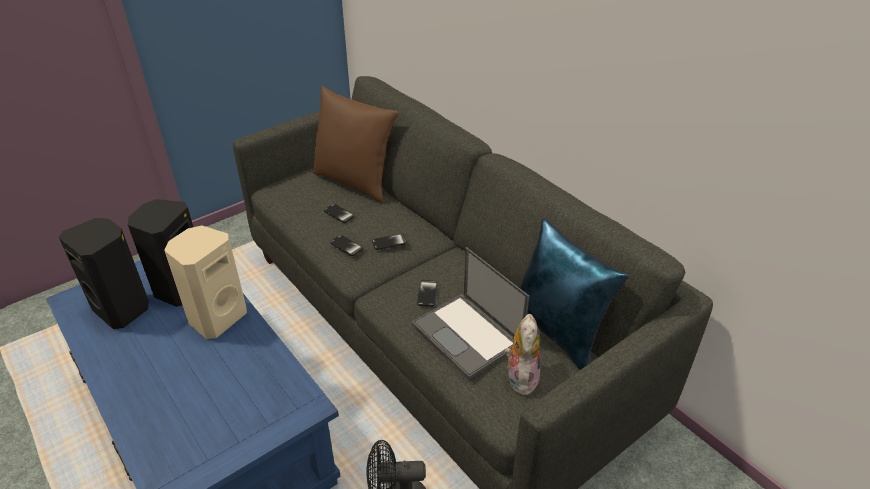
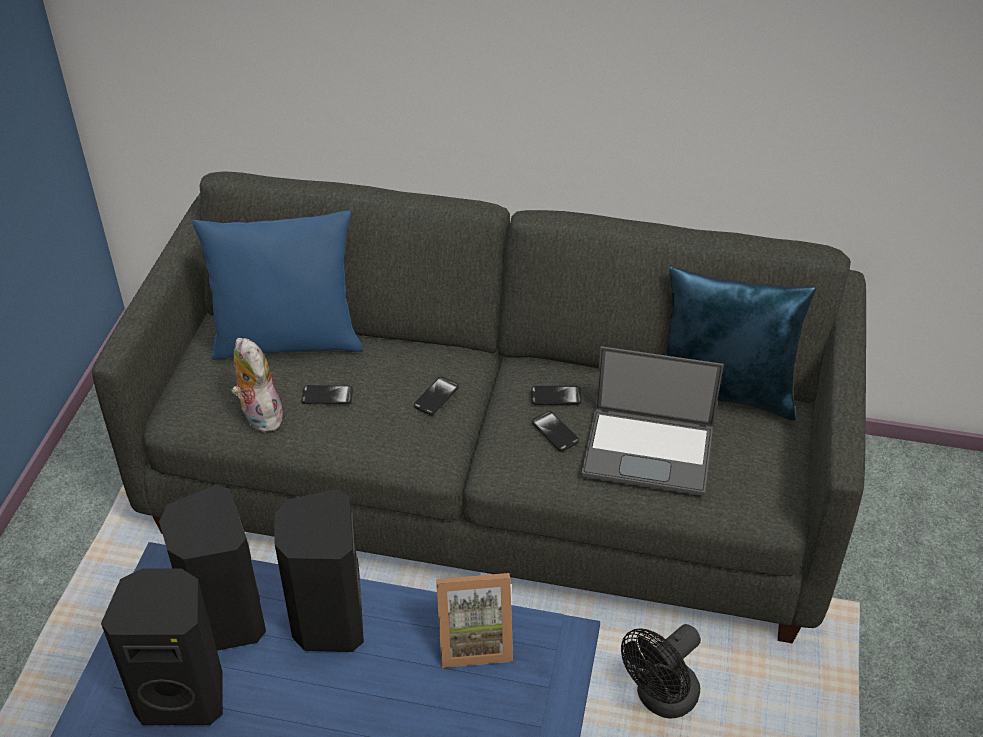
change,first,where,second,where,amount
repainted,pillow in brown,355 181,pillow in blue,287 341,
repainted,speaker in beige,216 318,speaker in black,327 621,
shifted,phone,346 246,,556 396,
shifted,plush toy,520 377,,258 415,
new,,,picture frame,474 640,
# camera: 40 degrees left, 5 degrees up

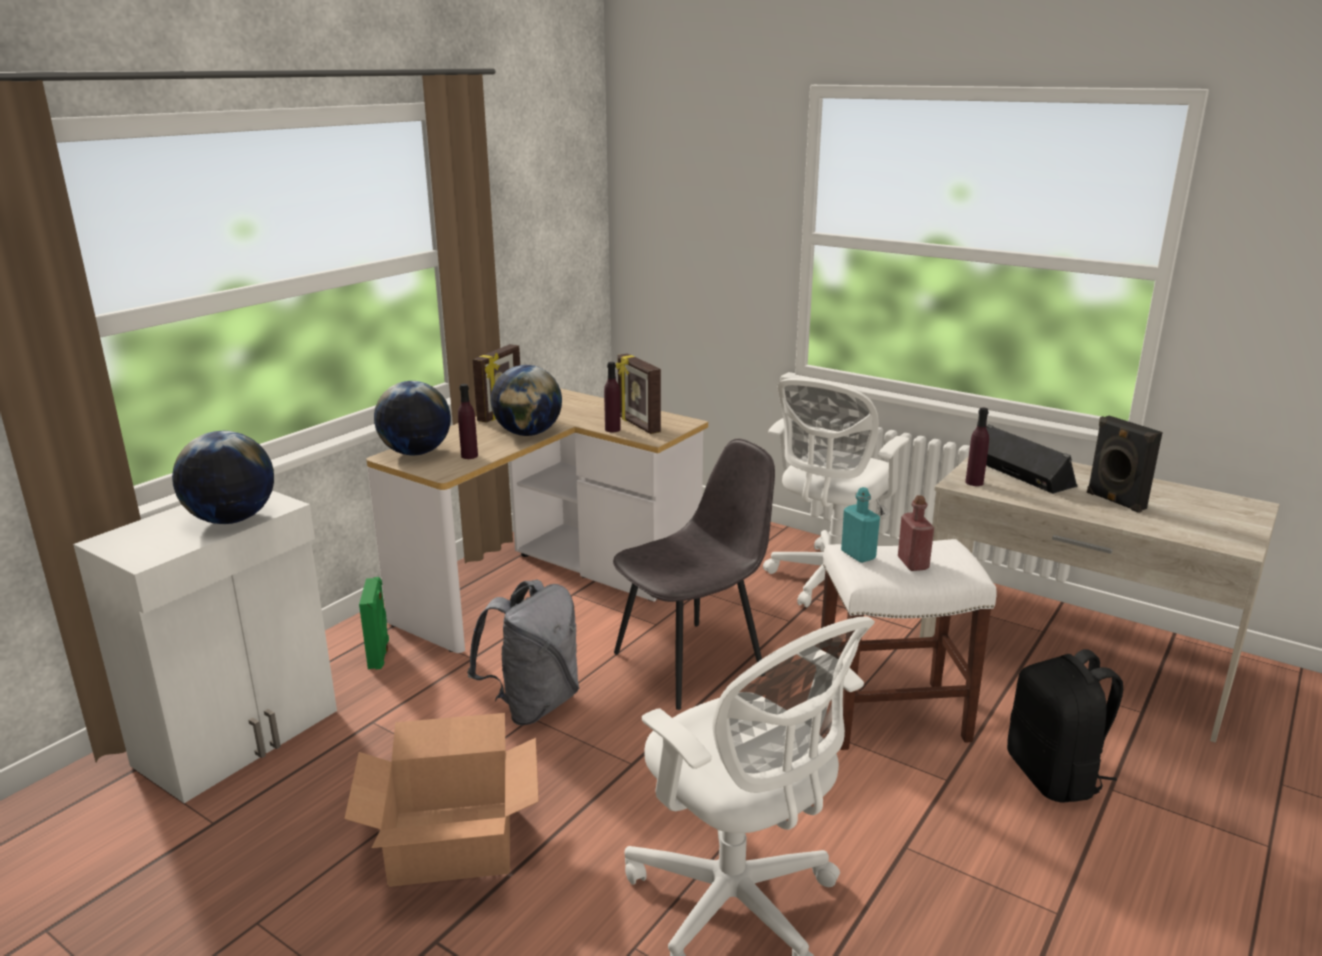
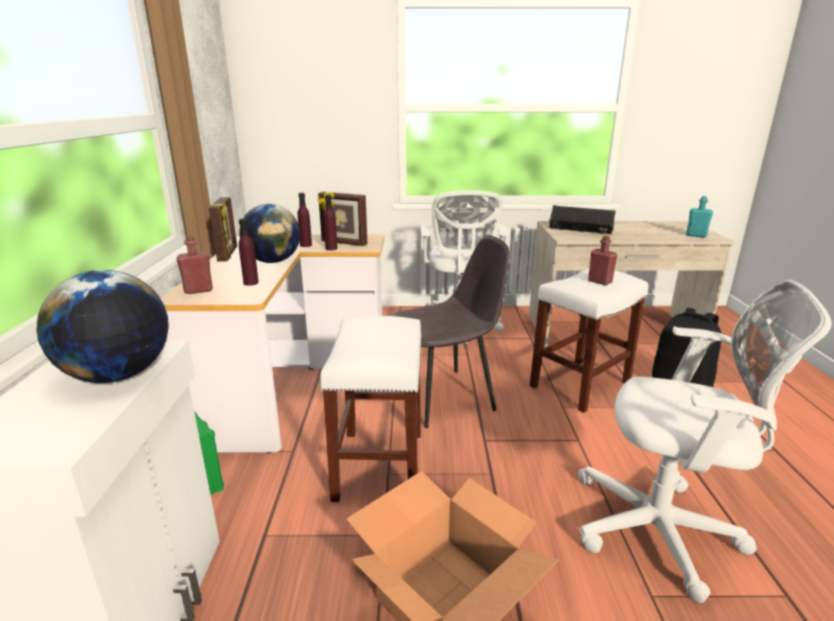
change,first,where,second,where,amount
swapped,globe,416 453,bottle in red,198 290,
shifted,bottle in purple,974 482,,306 245,
gone,speaker in black,1114 501,,,
rotated,chair in grey,692 663,,445 396,45 degrees clockwise
shifted,bottle in turquoise,858 555,,696 235,
swapped,backpack in grey,533 704,stool in white,378 464,
# camera: 35 degrees left, 0 degrees up

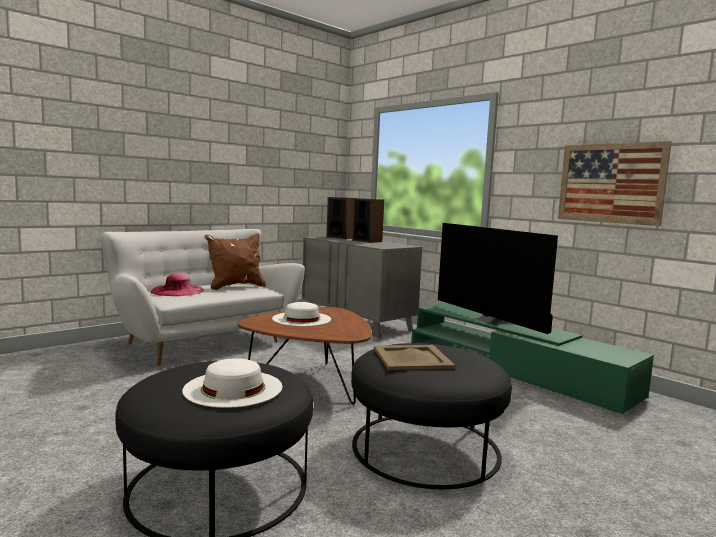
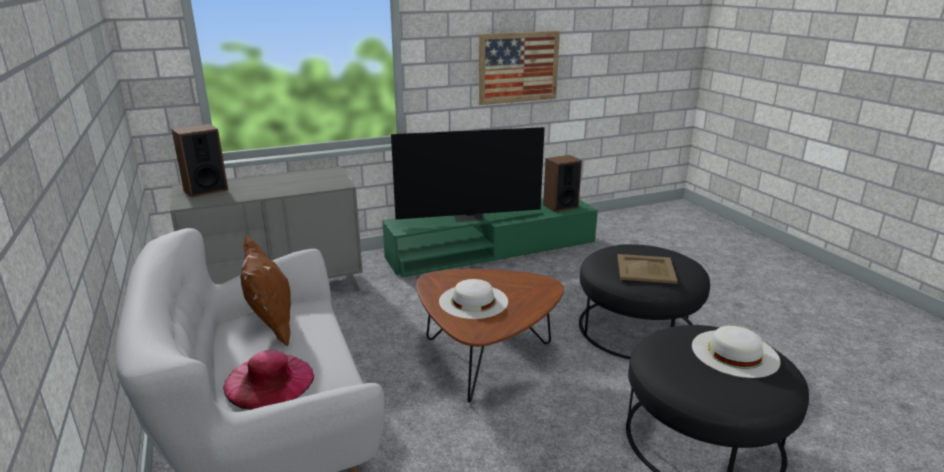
change,first,where,second,where,amount
shifted,speaker,367 241,,560 206,
# camera: 70 degrees left, 15 degrees up

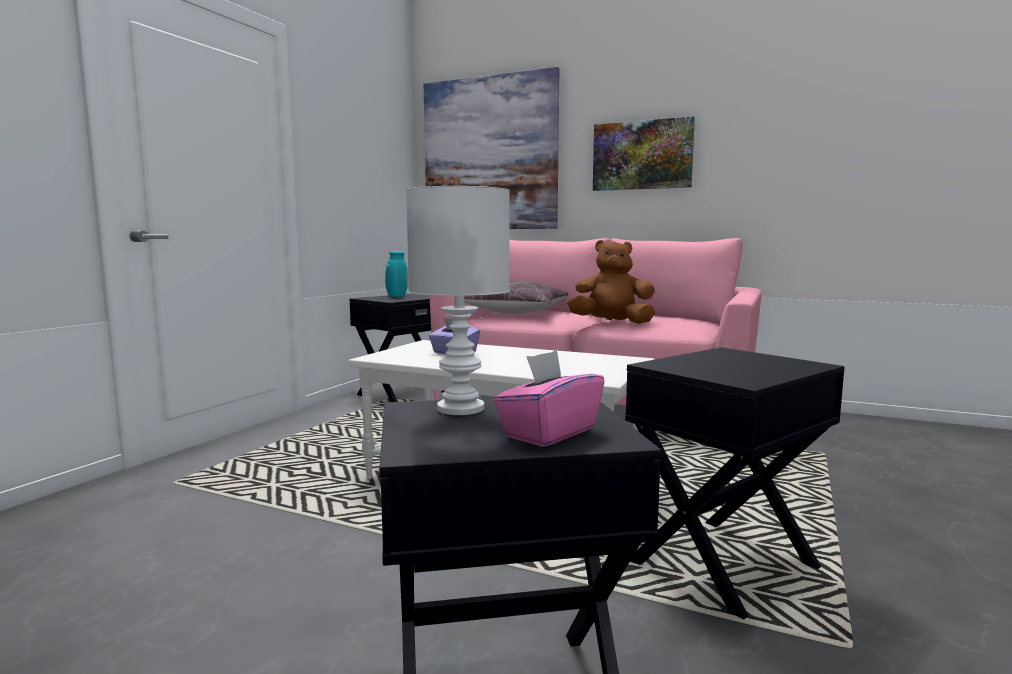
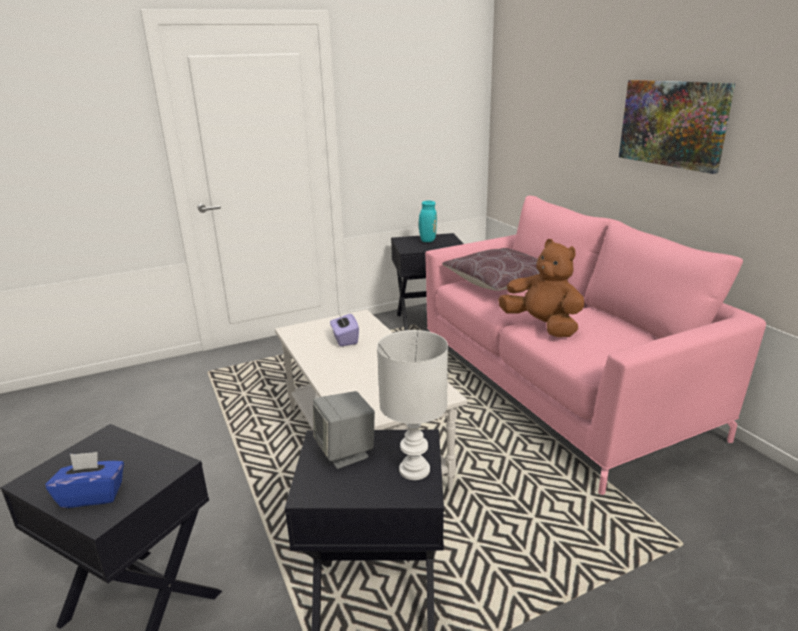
change,first,where,second,where,amount
gone,picture,489 154,,,
shifted,table lamp in white,460 409,,413 471,
repainted,tissue box in pink,549 433,tissue box in blue,92 495,
new,,,speaker in grey,346 452,
# camera: 40 degrees right, 15 degrees up

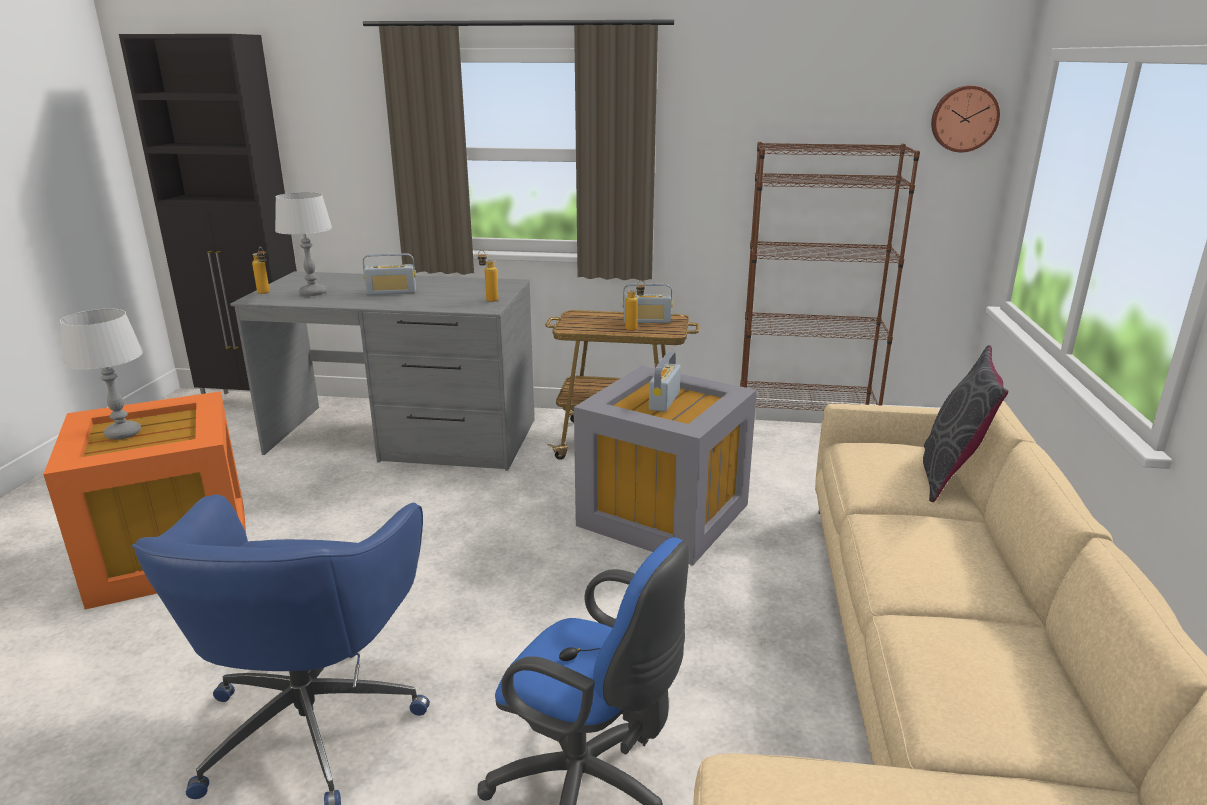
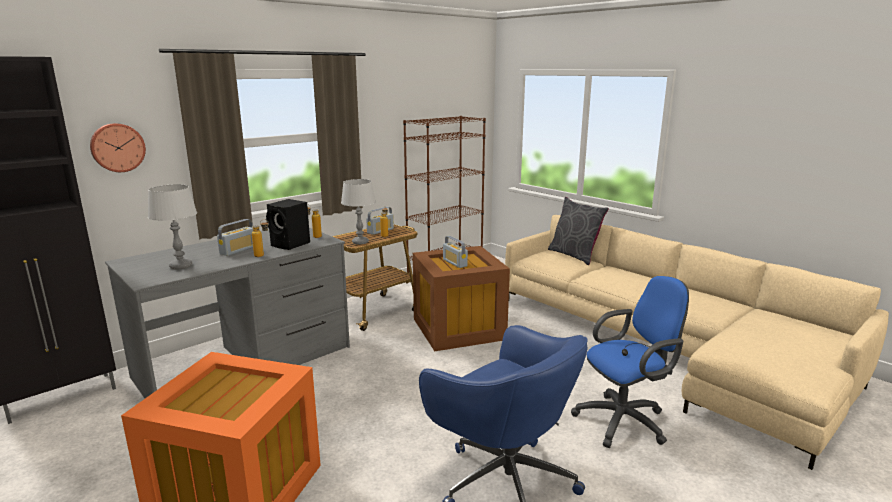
change,first,where,second,where,amount
shifted,wall clock,964 119,,117 147,
shifted,bottle,265 293,,263 255,
shifted,table lamp in grey,123 434,,360 242,
repainted,storage box in grey,666 514,storage box in brown,459 328,
new,,,speaker in black,291 244,
# camera: 50 degrees left, 5 degrees down

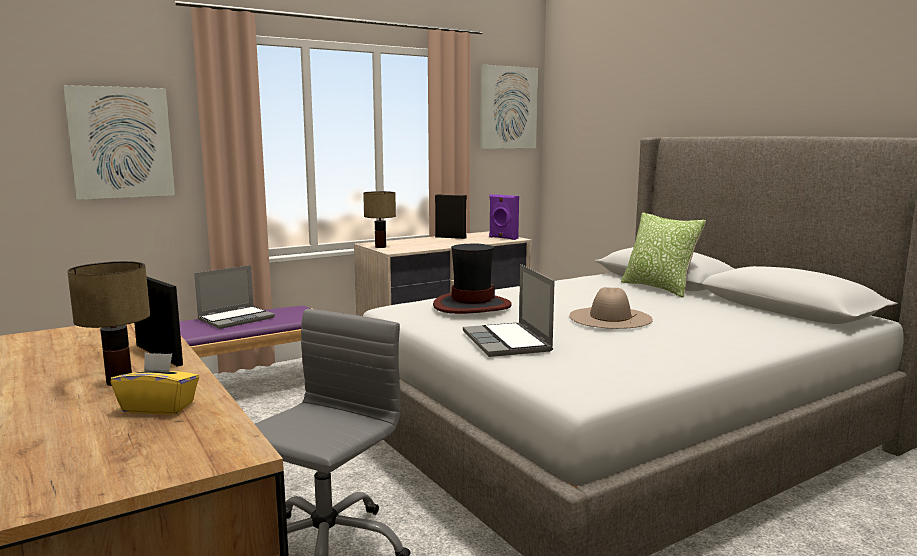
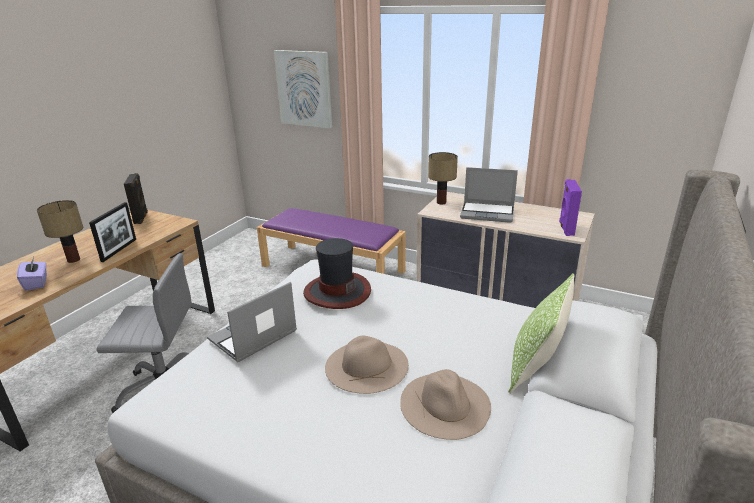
change,first,where,second,where,amount
gone,picture,508 108,,,
shifted,speaker in black,451 237,,141 218,
shifted,laptop,236 318,,488 213,
repainted,tissue box in yellow,159 407,tissue box in purple,37 283,
new,,,hat in beige,445 404,
# camera: 60 degrees right, 15 degrees up

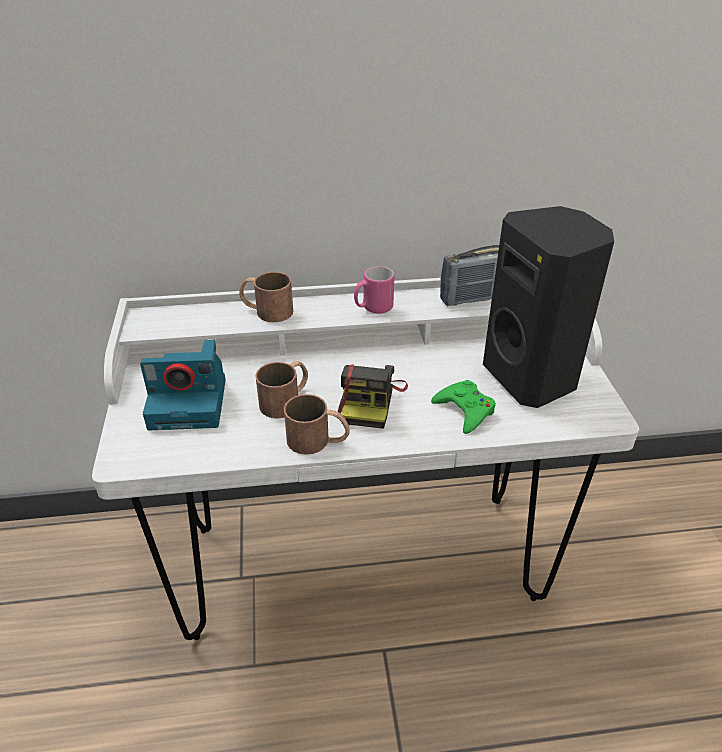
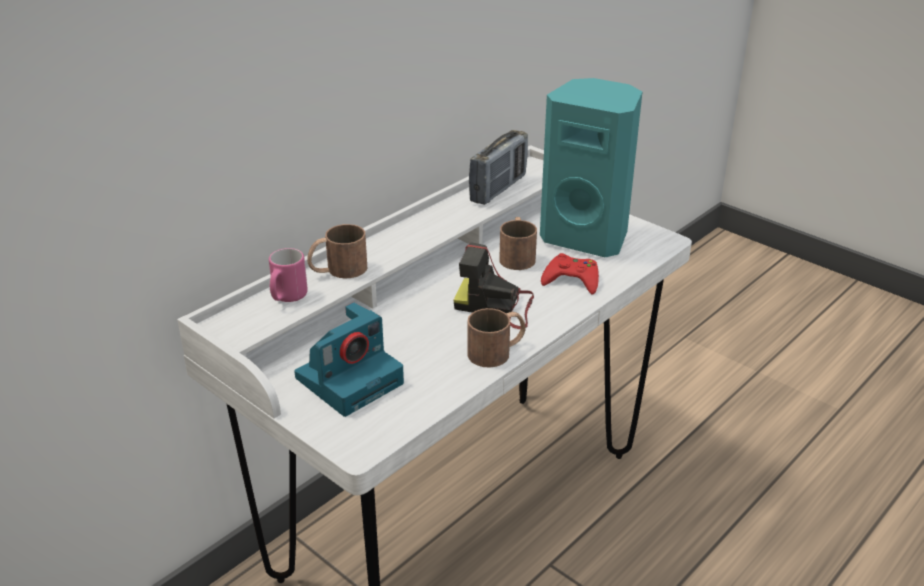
change,first,where,second,where,amount
repainted,speaker in black,532 378,speaker in turquoise,587 237,
shifted,mug in pink,373 308,,287 298,
shifted,mug in brown,286 400,,517 255,
rotated,photo camera,370 401,,497 306,135 degrees clockwise
repainted,game controller in green,465 410,game controller in red,572 280,
# camera: 40 degrees left, 5 degrees down

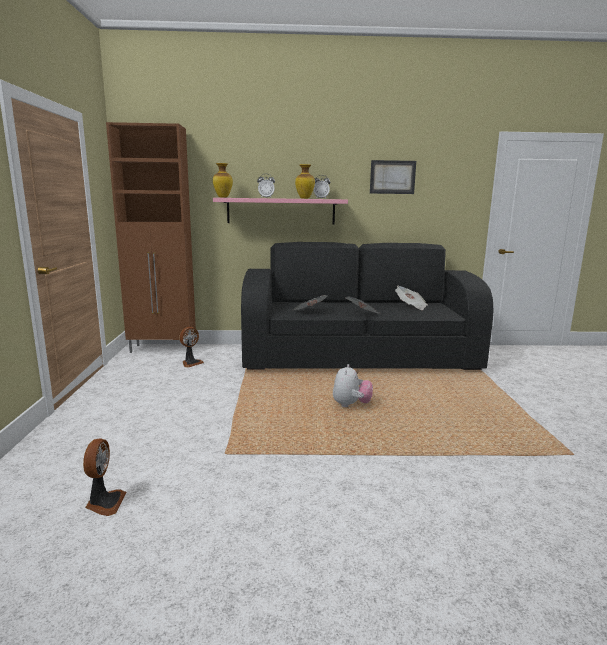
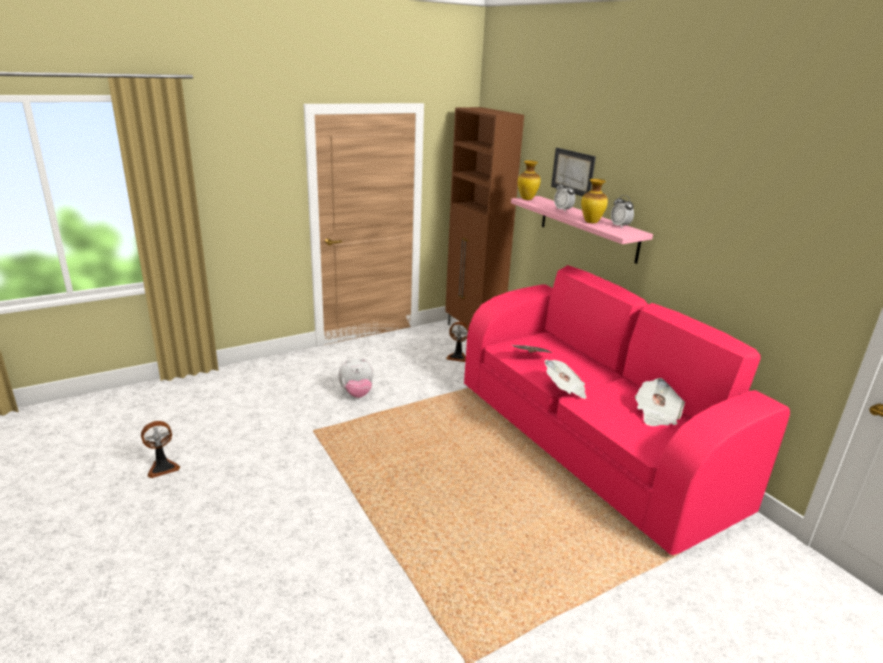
change,first,where,second,where,amount
shifted,picture,392 177,,573 172,
repainted,sofa in black,359 358,sofa in pink,589 443,
shifted,plush toy,351 405,,357 394,
shifted,fan,104 503,,162 467,
# camera: 60 degrees right, 10 degrees up

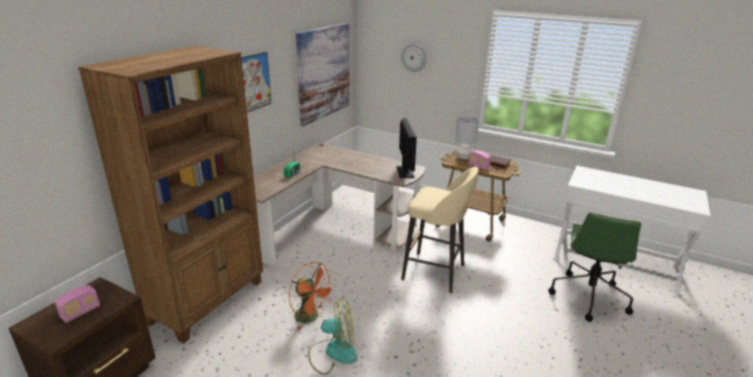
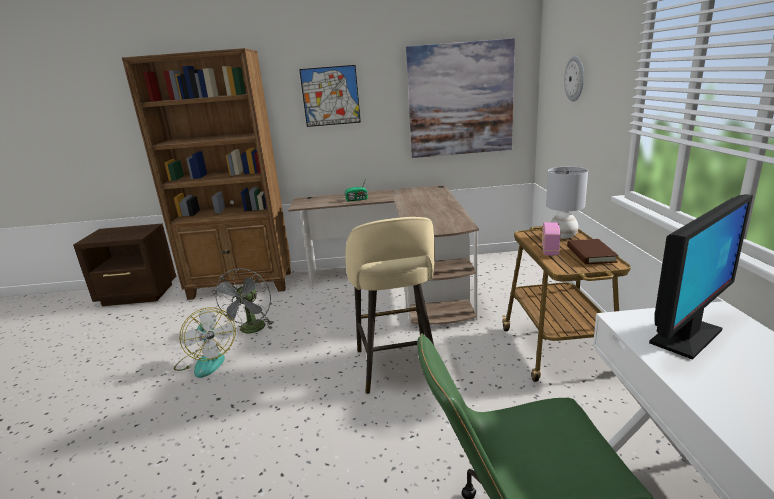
change,first,where,second,where,amount
shifted,monitor,405 172,,685 337,
repainted,fan in orange,311 317,fan in grey,251 330,
gone,radio,80 312,,,
# camera: 60 degrees right, 5 degrees down

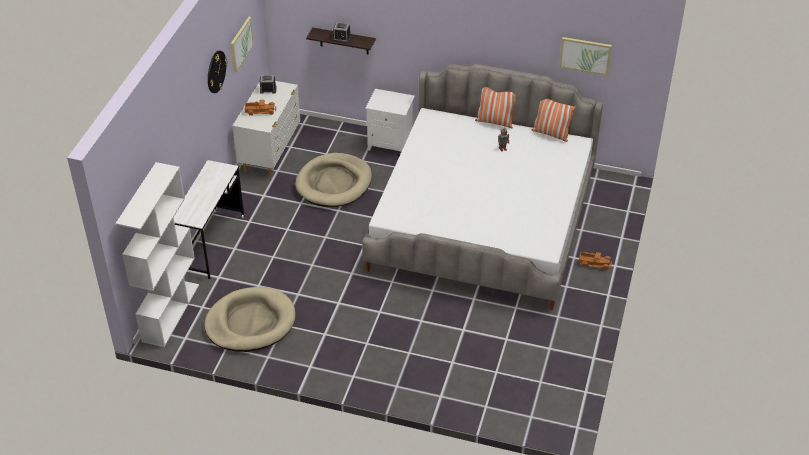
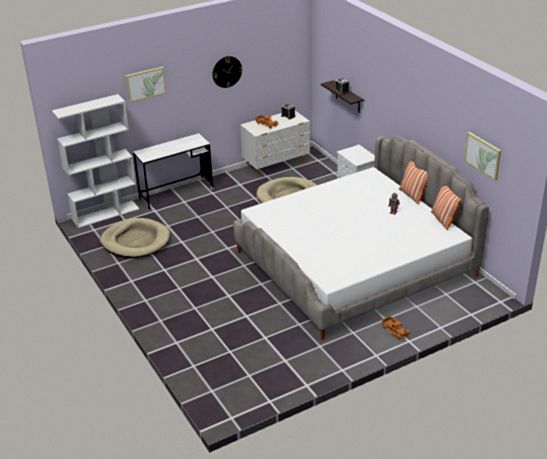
change,first,where,second,where,amount
shifted,picture,241 44,,145 84,
# camera: 45 degrees right, 10 degrees down

